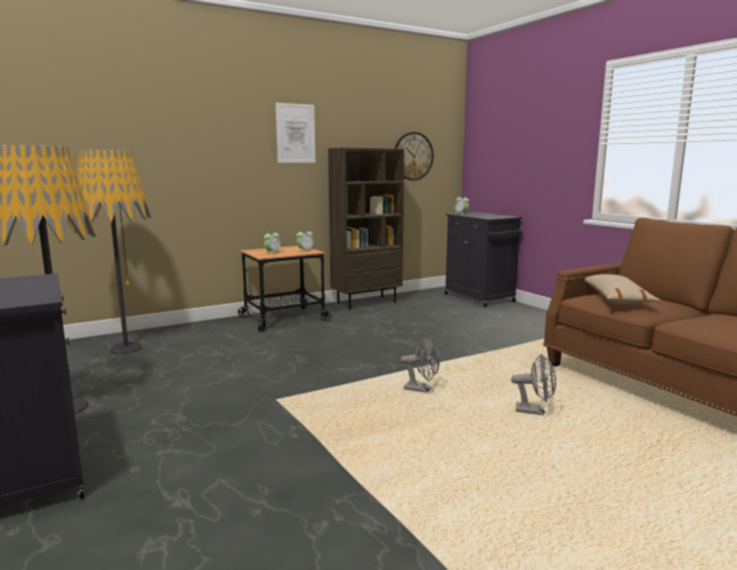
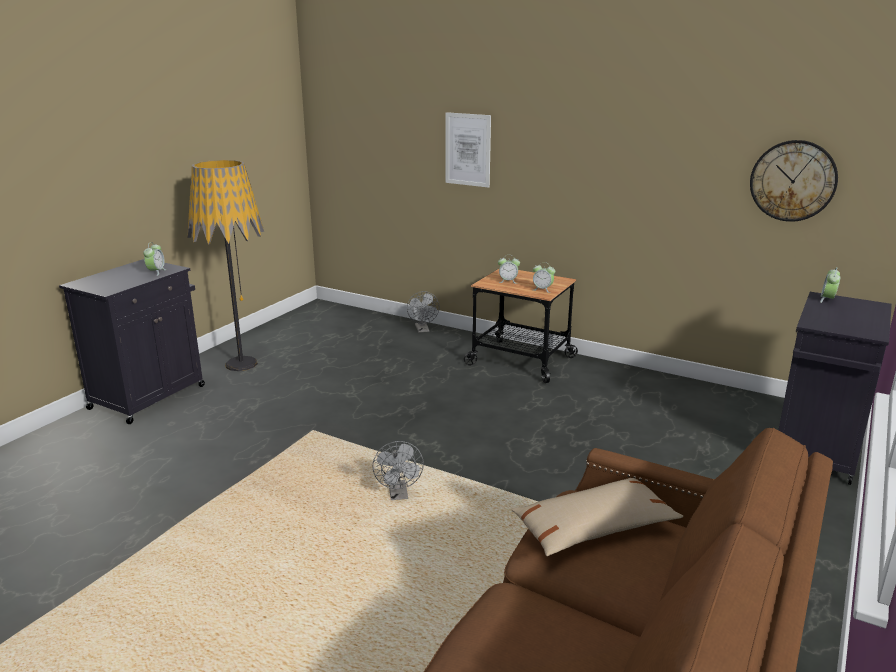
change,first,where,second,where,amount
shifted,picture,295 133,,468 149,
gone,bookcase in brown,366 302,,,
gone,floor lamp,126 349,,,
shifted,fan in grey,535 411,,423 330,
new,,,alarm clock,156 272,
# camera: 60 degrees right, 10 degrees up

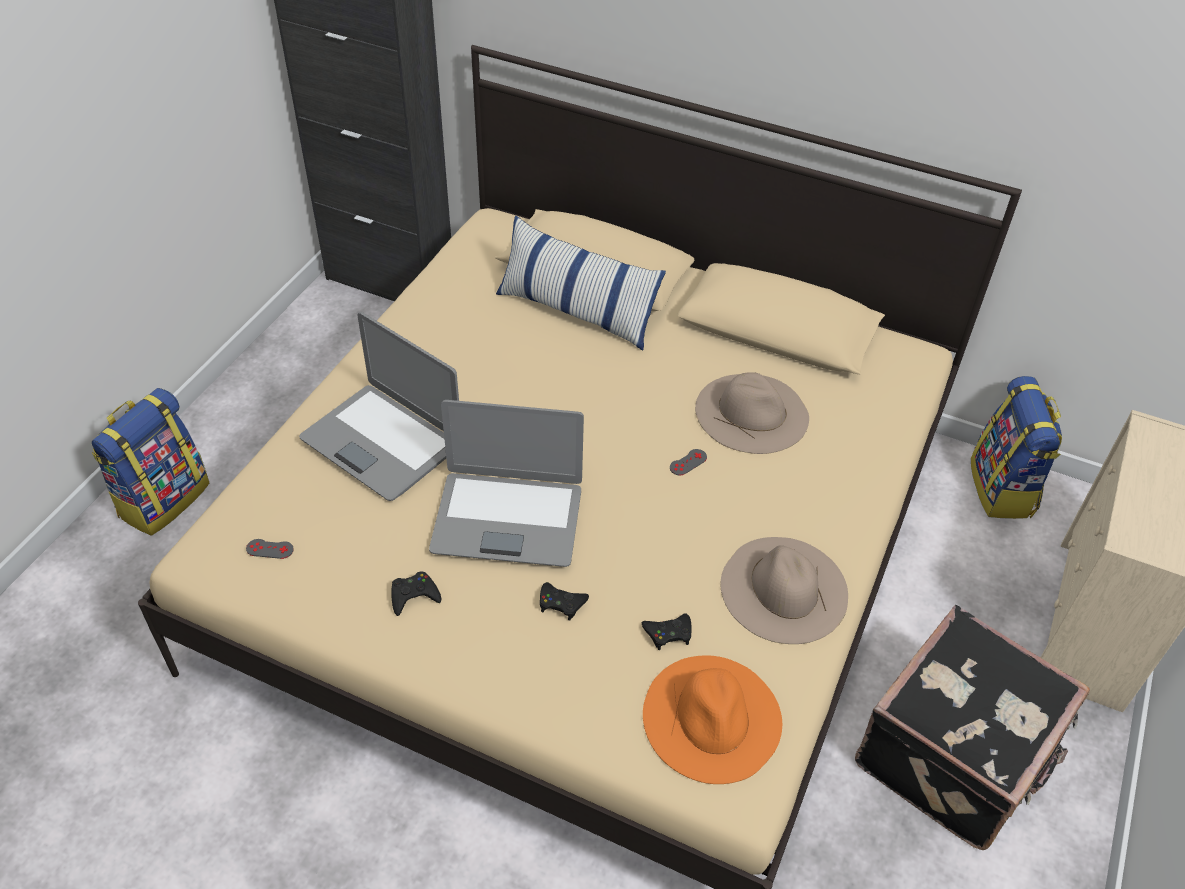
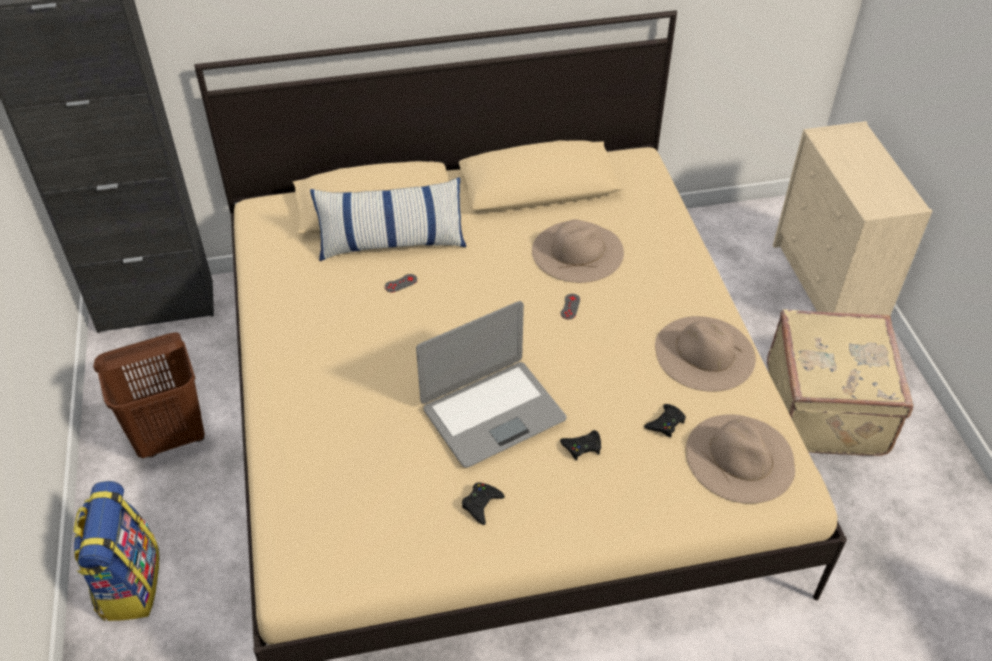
change,first,where,second,where,amount
gone,laptop,382 441,,,
gone,backpack,1002 488,,,
shifted,game controller in grey,270 549,,401 283,
repainted,suitcase in black,957 756,suitcase in beige,827 408,
repainted,hat in orange,712 717,hat in beige,740 457,
new,,,laundry basket in brown,171 436,
# camera: 35 degrees left, 0 degrees up

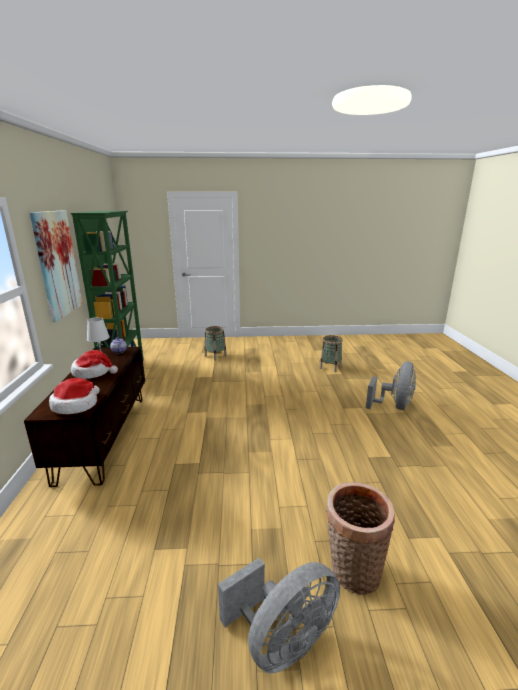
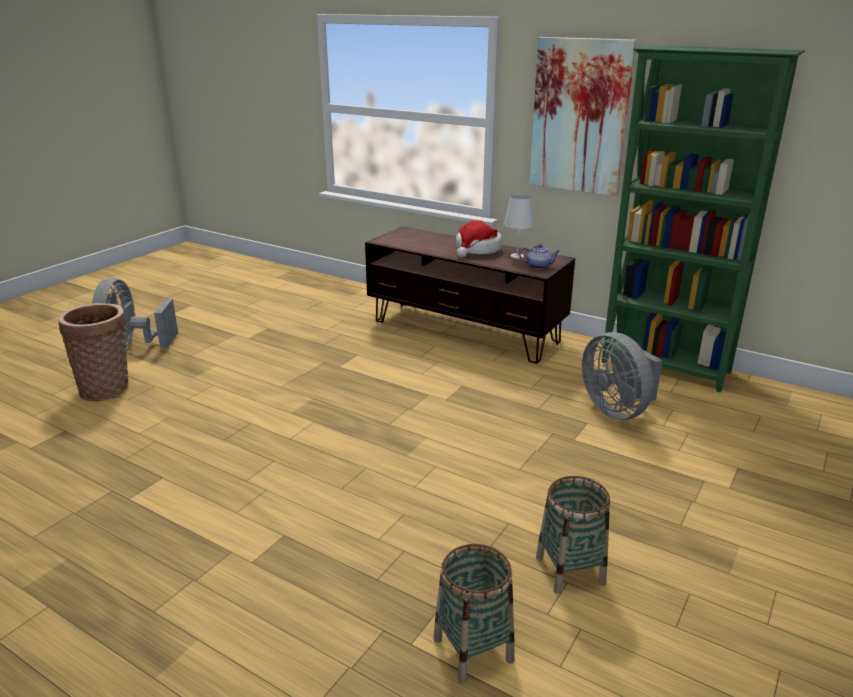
change,first,where,second,where,amount
shifted,basket,215 356,,570 570,
shifted,fan in grey,394 406,,617 409,
gone,hat,76 405,,,
# camera: 125 degrees right, 5 degrees up

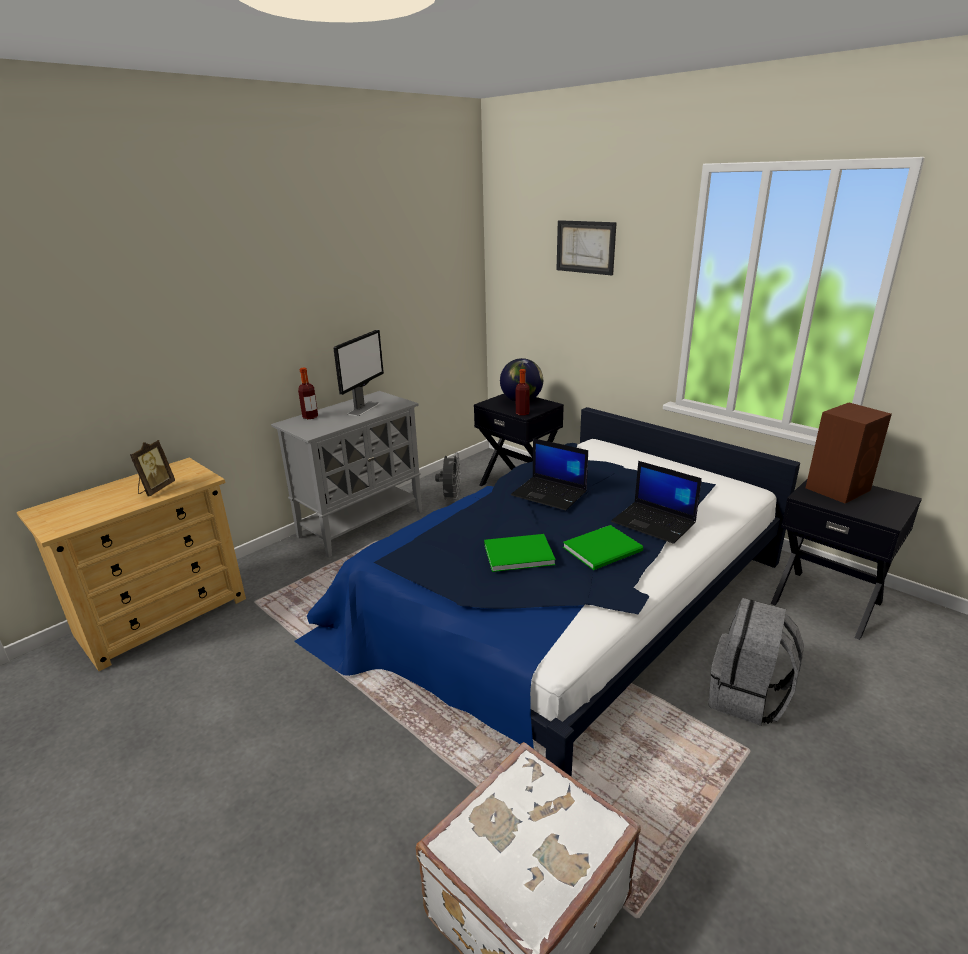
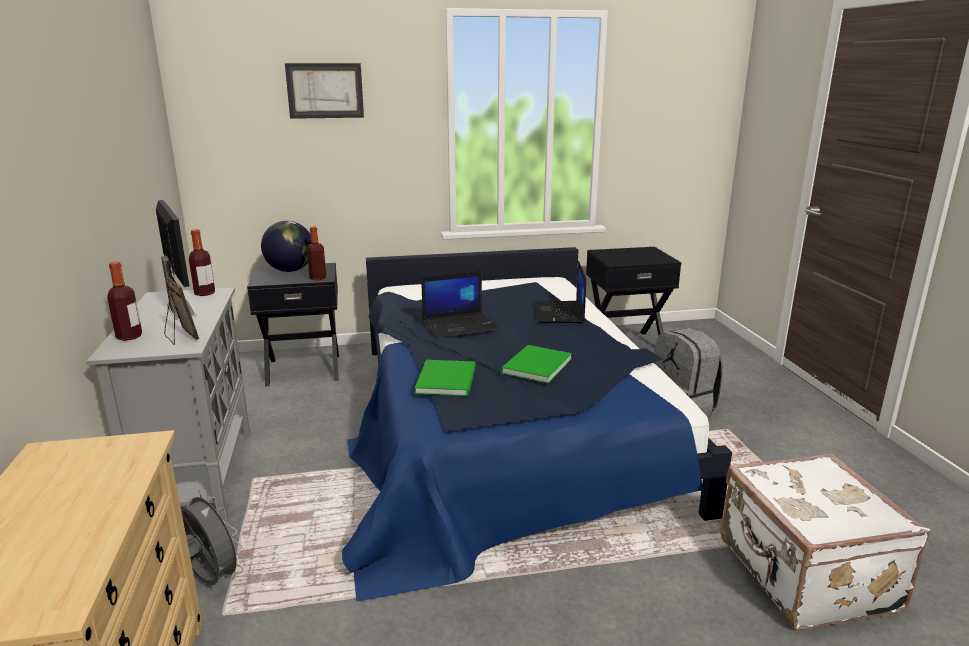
change,first,where,second,where,amount
gone,speaker in brown,838 489,,,
shifted,picture frame,156 489,,181 337,
shifted,fan in grey,451 499,,209 579,
rotated,laptop,654 522,,559 313,105 degrees clockwise
shifted,book in green,605 549,,448 379,
new,,,bottle,205 293,
# camera: 55 degrees left, 5 degrees down

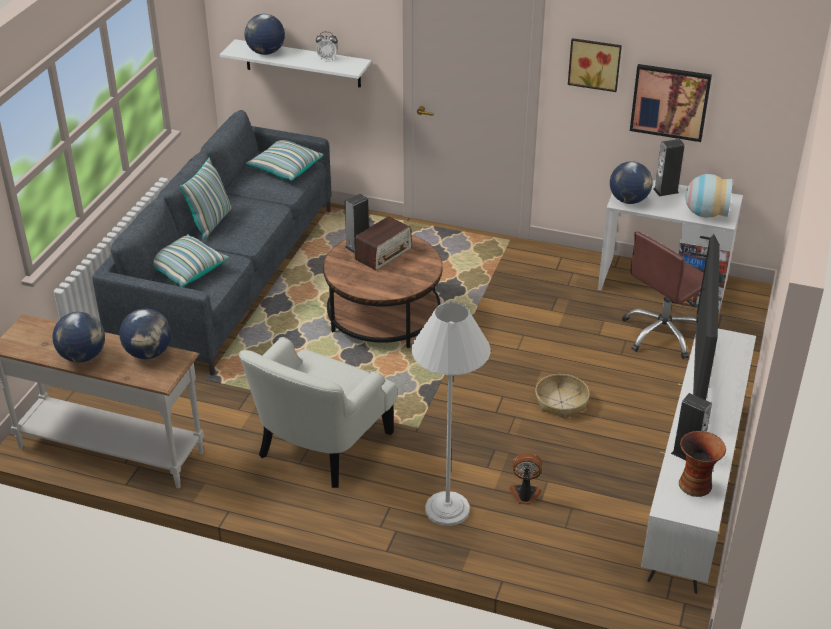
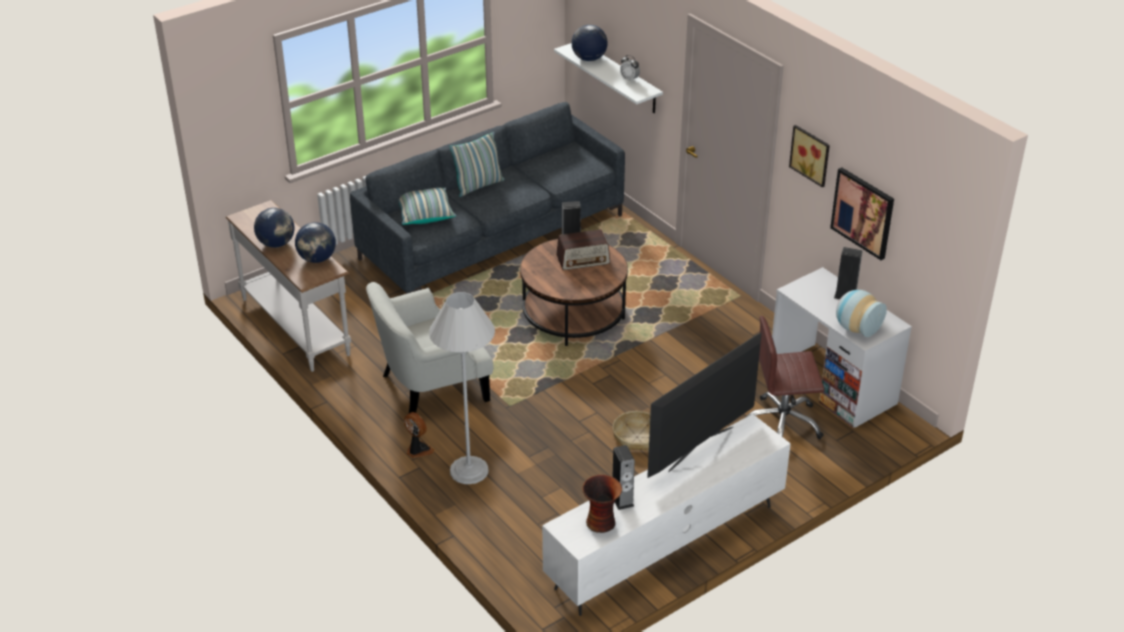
change,first,where,second,where,amount
gone,pillow,285 169,,,
gone,globe,628 200,,,
shifted,fan,525 495,,418 450,
# camera: 35 degrees right, 0 degrees up

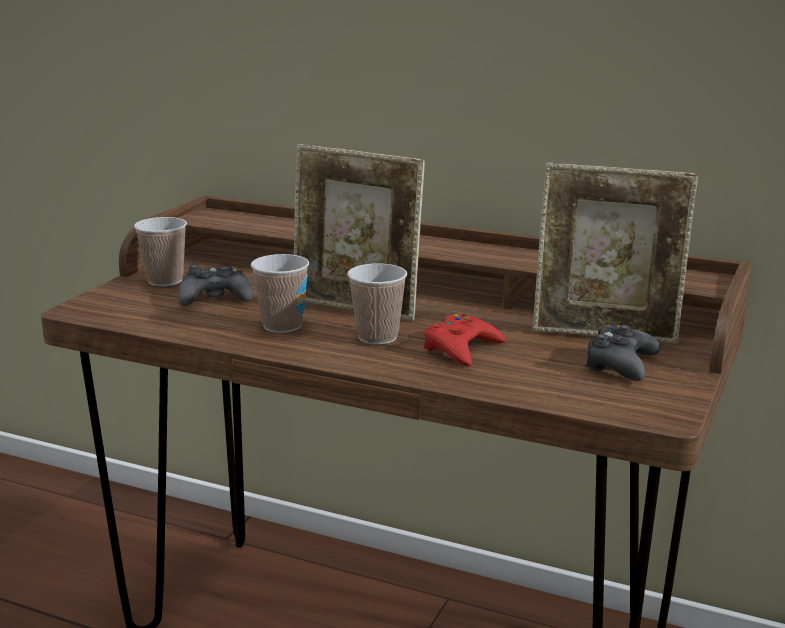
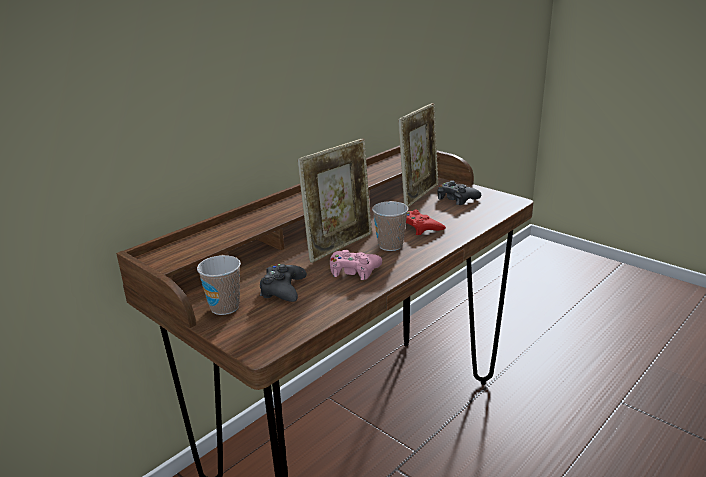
change,first,where,second,where,amount
swapped,cup,282 326,game controller in pink,353 271,
# camera: 70 degrees left, 5 degrees up

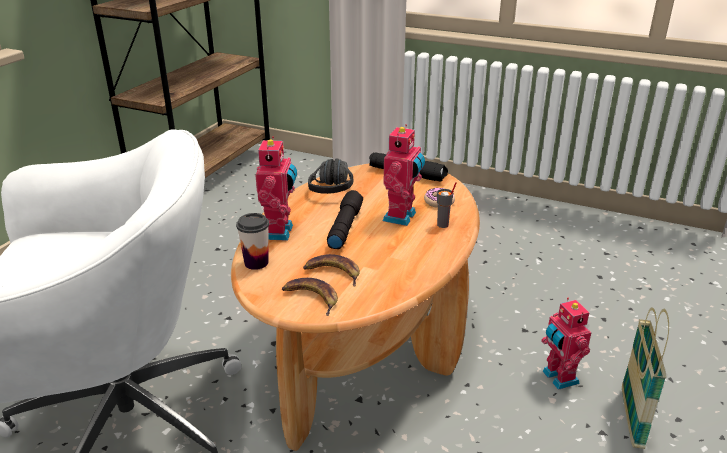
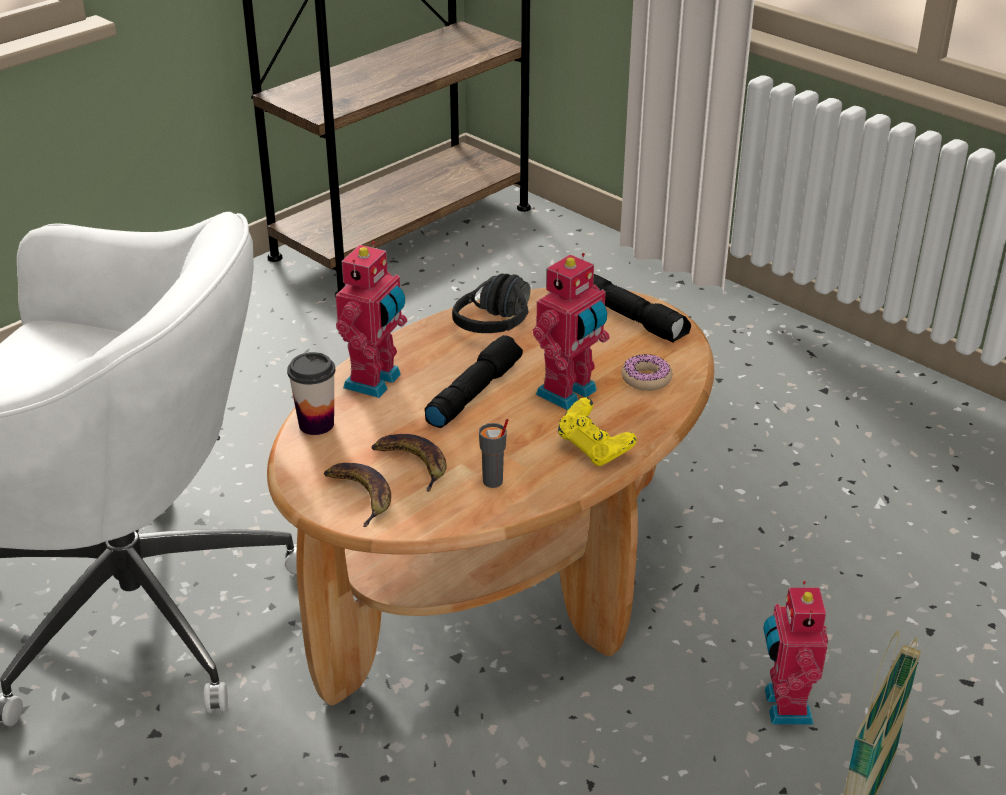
change,first,where,second,where,amount
shifted,cup in grey,443 225,,493 482,
new,,,game controller in yellow,594 449,
# camera: 20 degrees right, 5 degrees up

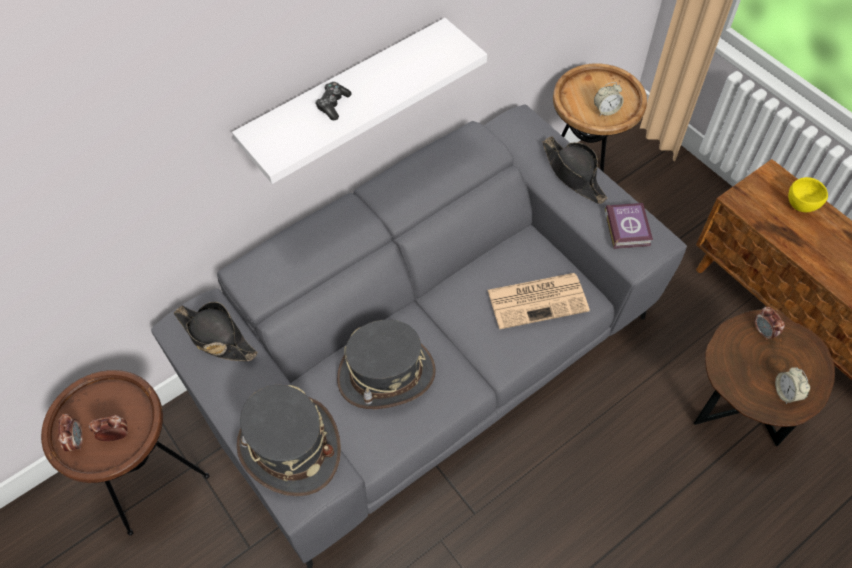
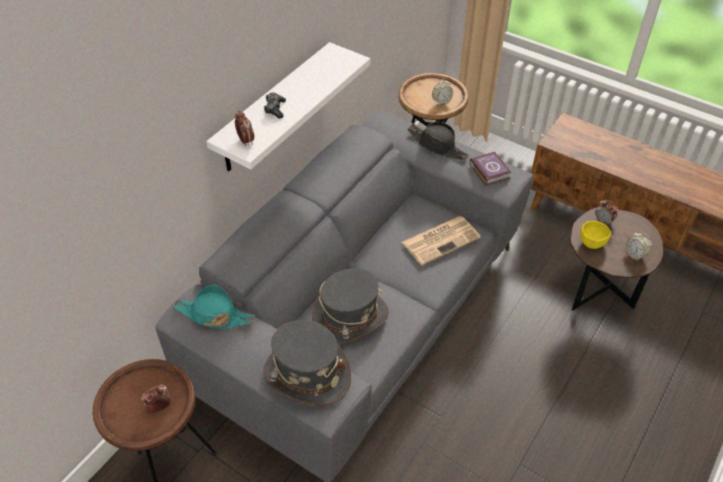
change,first,where,second,where,amount
shifted,bowl in yellow,802 205,,592 243,
repainted,hat in black,216 337,hat in turquoise,214 315,
shifted,alarm clock,77 441,,245 141,
# camera: 20 degrees left, 10 degrees down

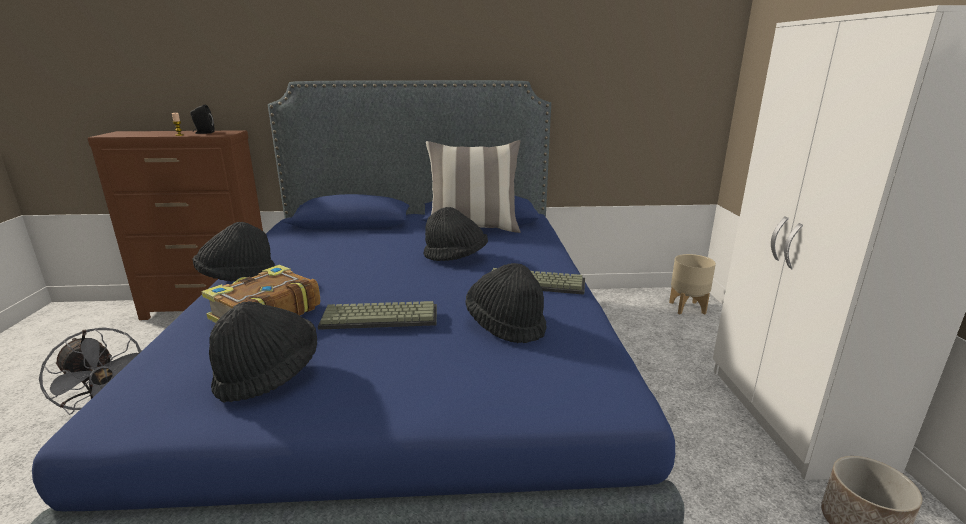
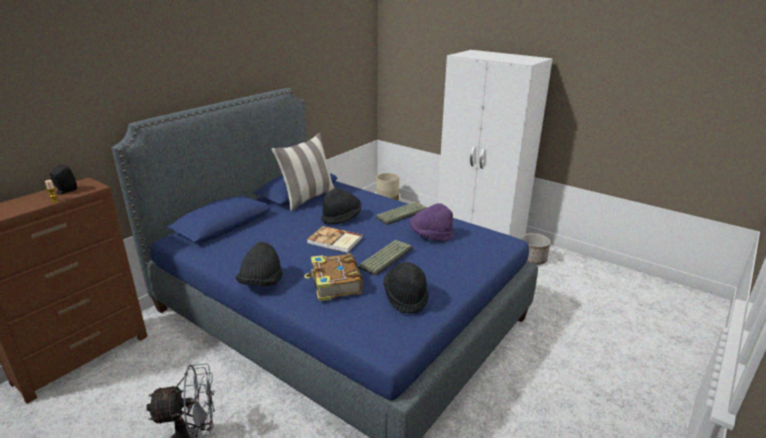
change,first,where,second,where,amount
repainted,hat in black,506 325,hat in purple,430 235,
new,,,book,334 241,
# camera: 50 degrees left, 5 degrees up

